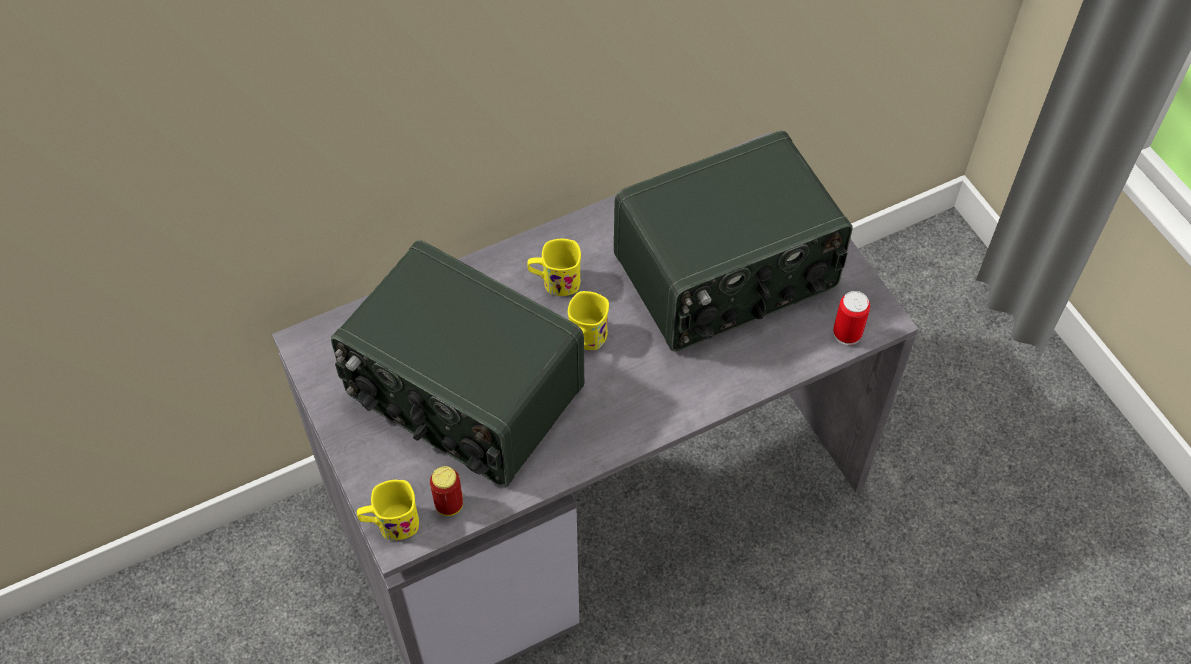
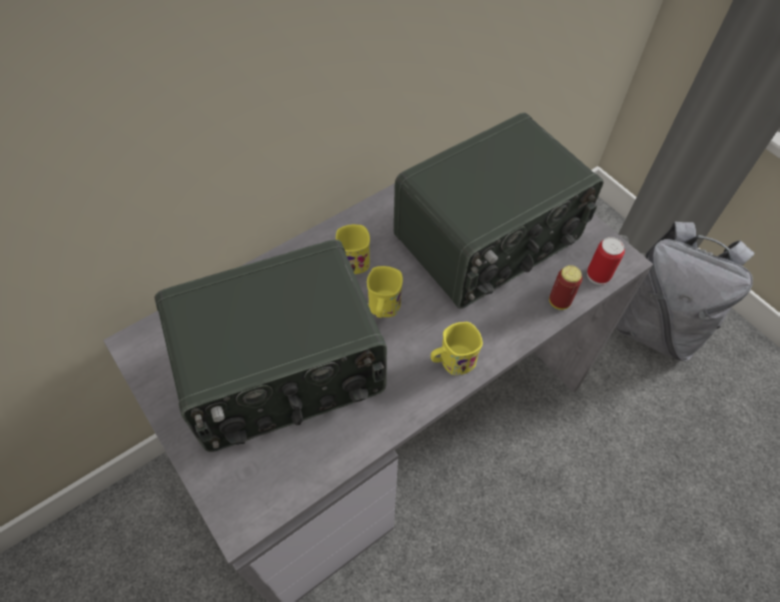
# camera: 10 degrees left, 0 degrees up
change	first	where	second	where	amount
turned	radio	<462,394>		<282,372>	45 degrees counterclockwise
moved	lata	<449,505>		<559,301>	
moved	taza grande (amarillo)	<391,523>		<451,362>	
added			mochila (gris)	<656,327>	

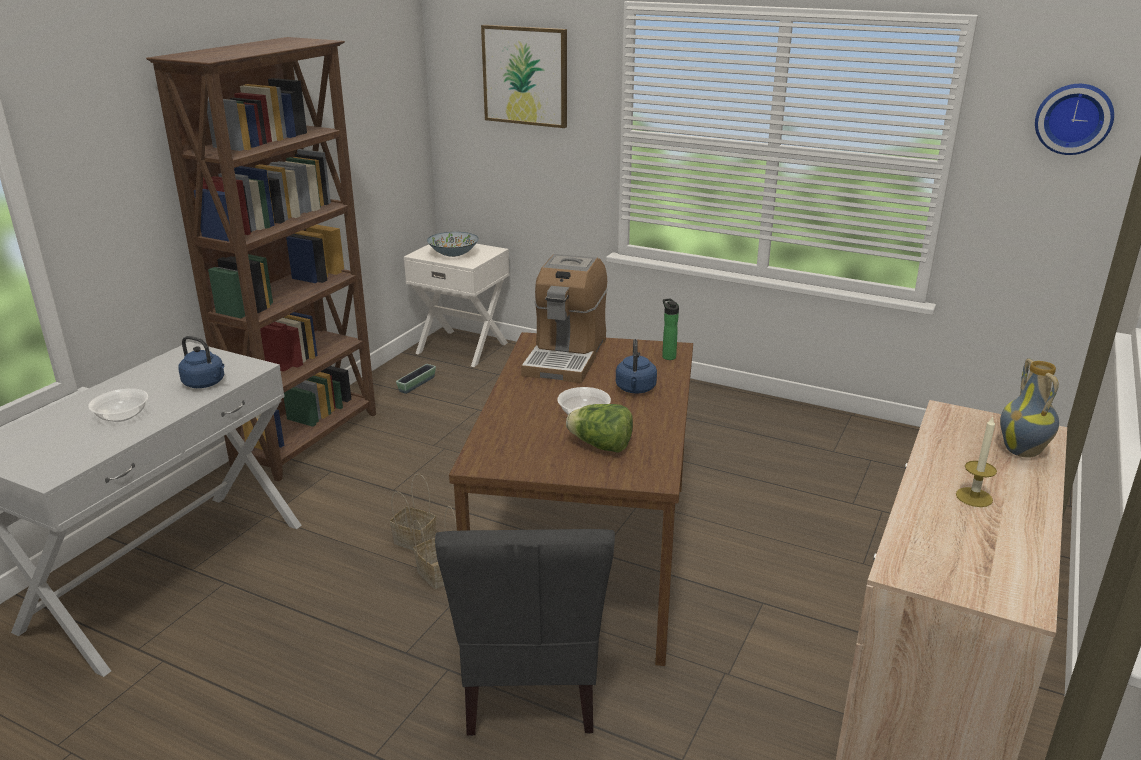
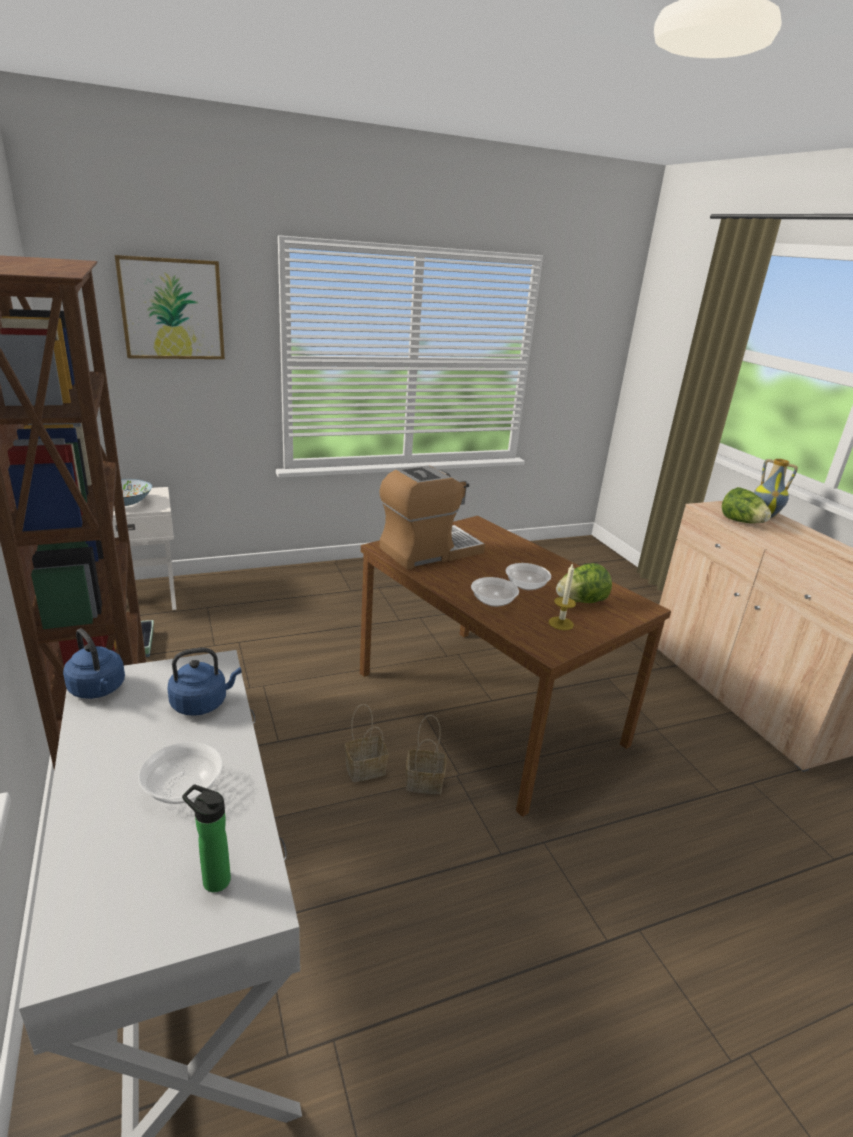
# camera: 50 degrees left, 0 degrees up
change	first	where	second	where	amount
removed	reloj de pared	<1073,118>			
turned	cafetera	<566,356>		<429,551>	90 degrees counterclockwise
moved	botella	<668,356>		<213,879>	
moved	hervidor (azul)	<635,389>		<98,690>	
moved	vela	<974,497>		<561,623>	
removed	silla (gris)	<531,684>			
added			lechuga	<741,522>	
added			cuenco	<493,601>	

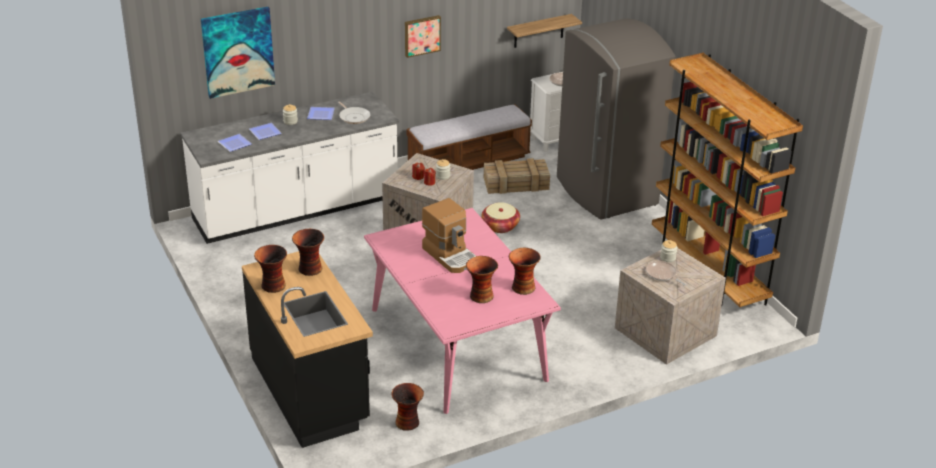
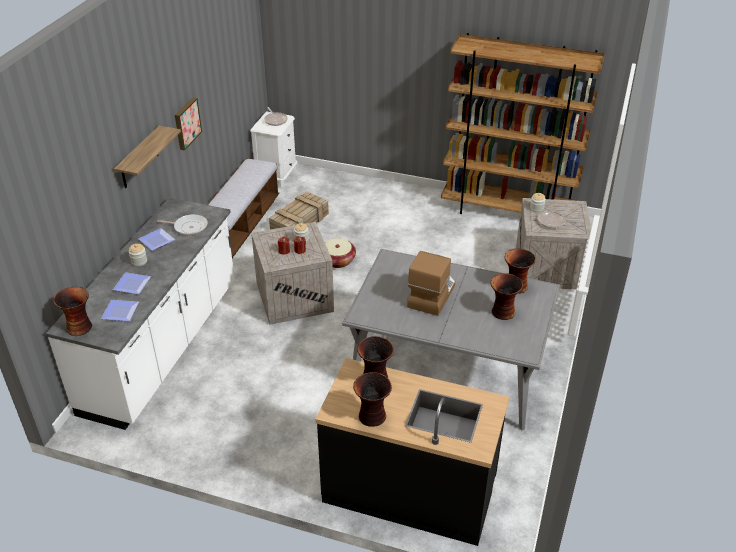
# camera: 45 degrees left, 5 degrees up
change	first	where	second	where	amount
removed	cuadro	<238,52>			
moved	estante	<539,31>		<139,158>	
removed	nevera (gris)	<605,192>			
turned	cafetera	<451,255>		<431,295>	75 degrees counterclockwise
recoloured	mesa de comedor (rosa)	<456,344>	mesa de comedor (gris)	<447,370>	
moved	florero	<408,422>		<79,327>	

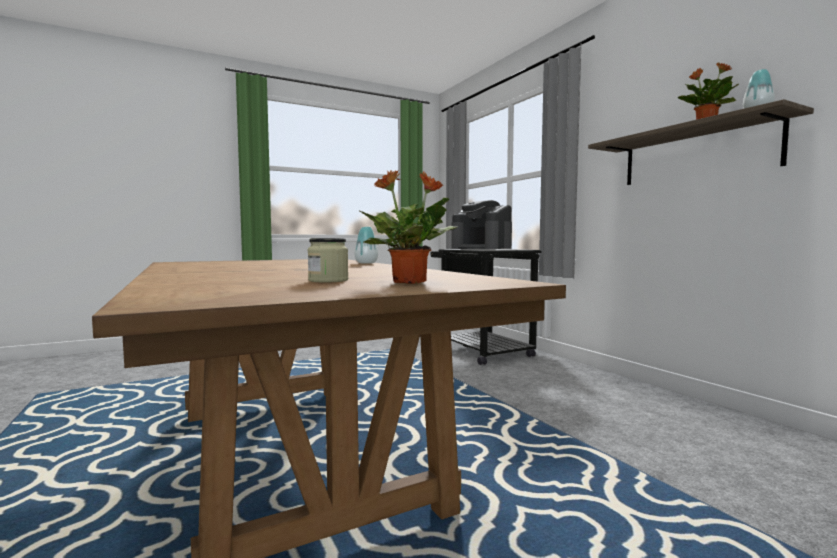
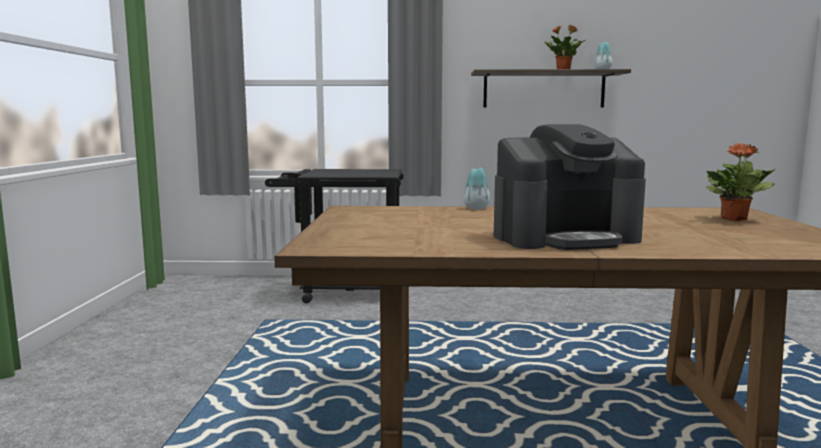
# camera: 60 degrees left, 5 degrees up
change	first	where	second	where	amount
moved	cafetera	<481,248>		<565,237>	
removed	tarro	<328,280>			

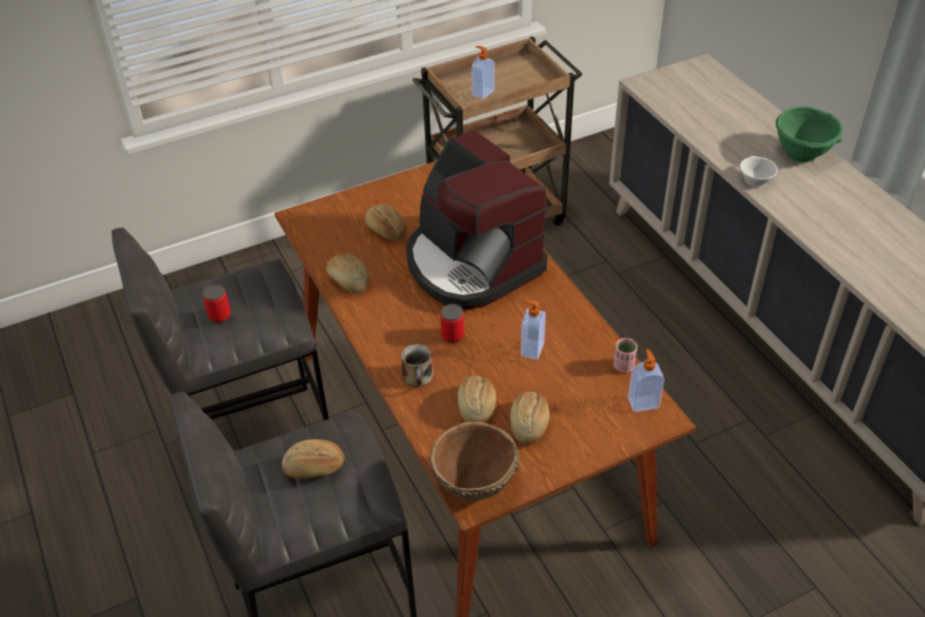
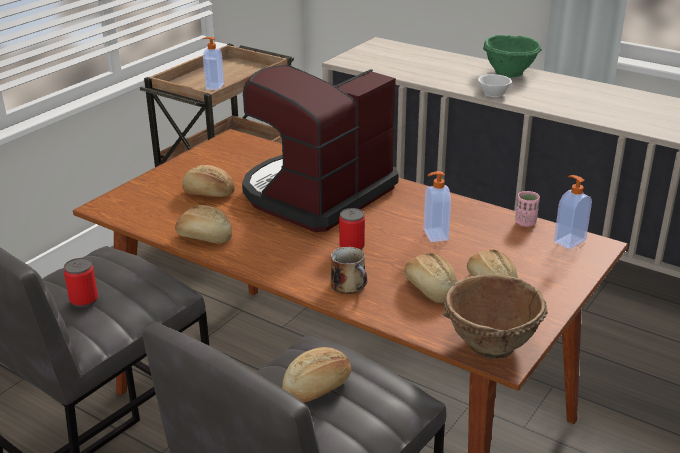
# camera: 30 degrees left, 15 degrees down
change	first	where	second	where	amount
turned	cafetera	<471,264>		<317,194>	105 degrees clockwise

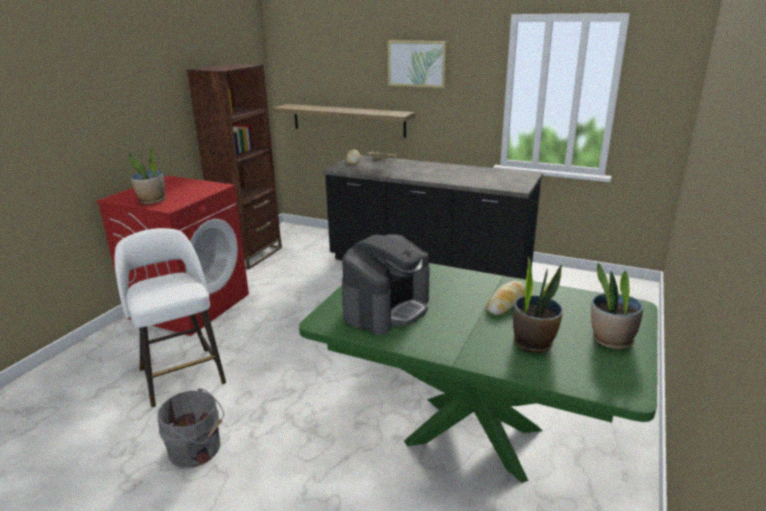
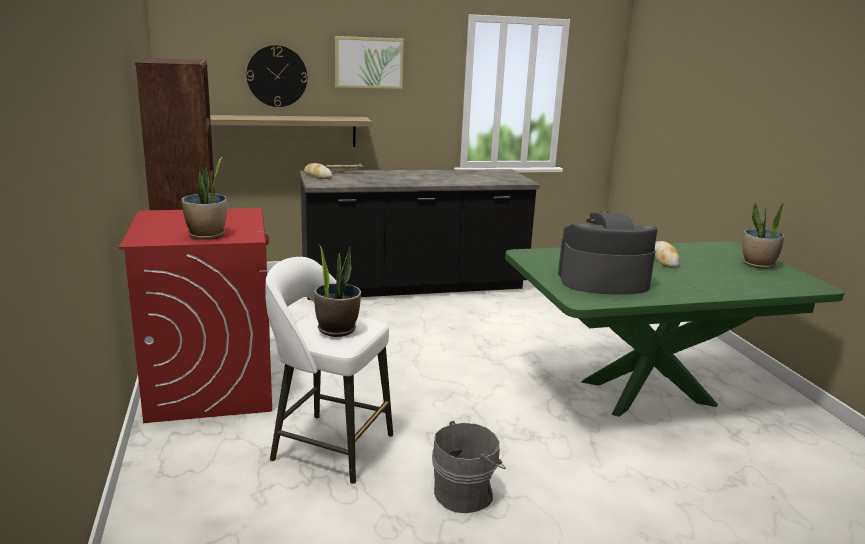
# camera: 40 degrees left, 5 degrees down
change	first	where	second	where	amount
turned	cafetera	<387,308>		<602,281>	90 degrees counterclockwise
moved	planta en maceta	<533,343>		<337,329>	
added			reloj de pared	<277,76>	

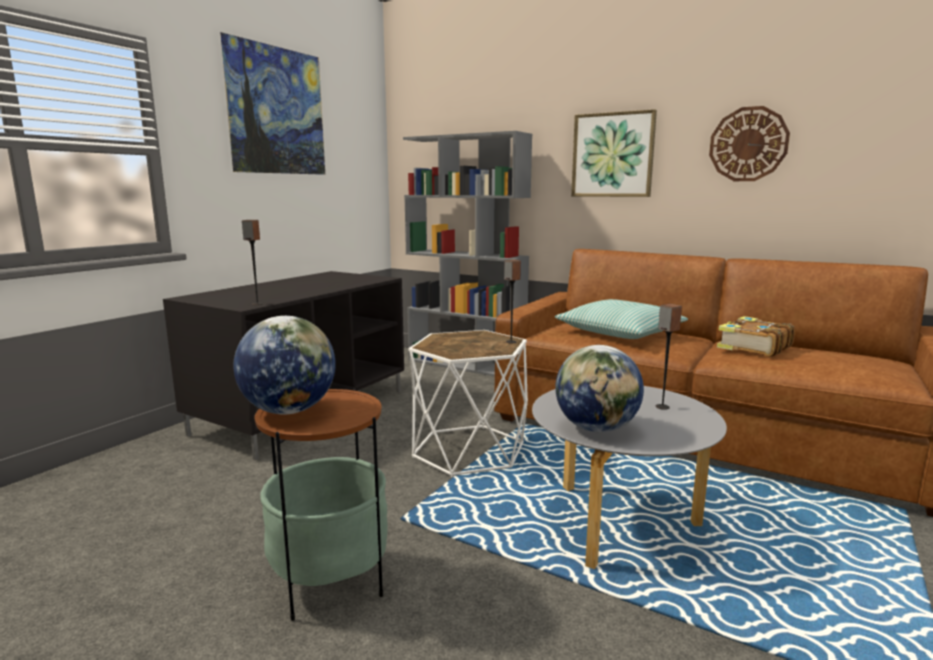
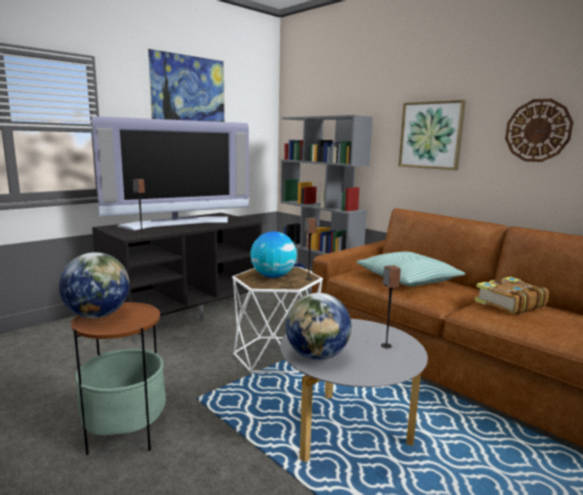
# camera: 15 degrees right, 0 degrees up
change	first	where	second	where	amount
added			televisor	<178,223>	
added			globo terráqueo	<273,276>	

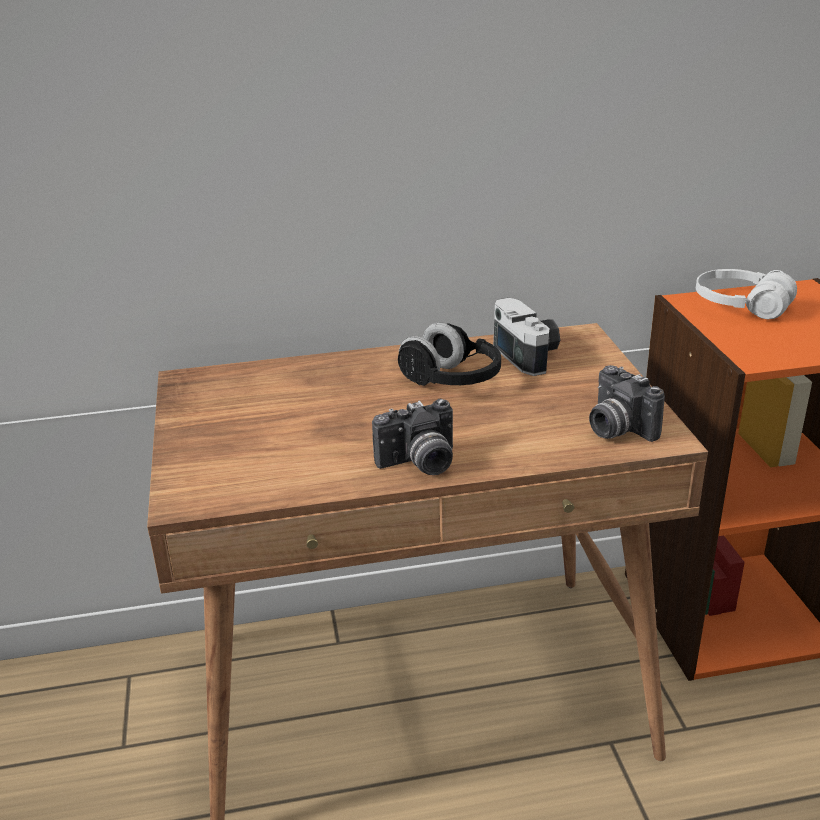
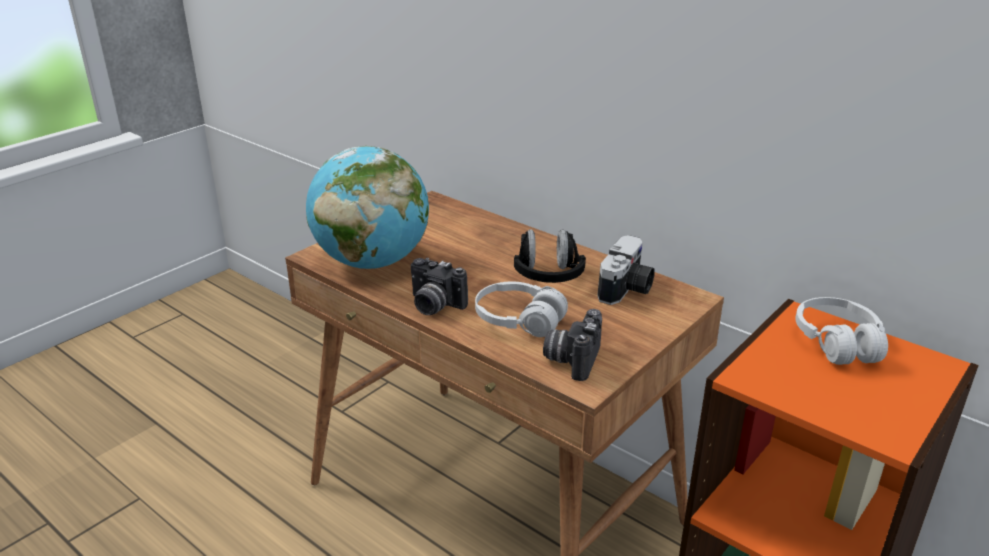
# camera: 50 degrees right, 0 degrees up
change	first	where	second	where	amount
added			globo terráqueo	<372,262>	
added			auriculares (blanco)	<519,321>	

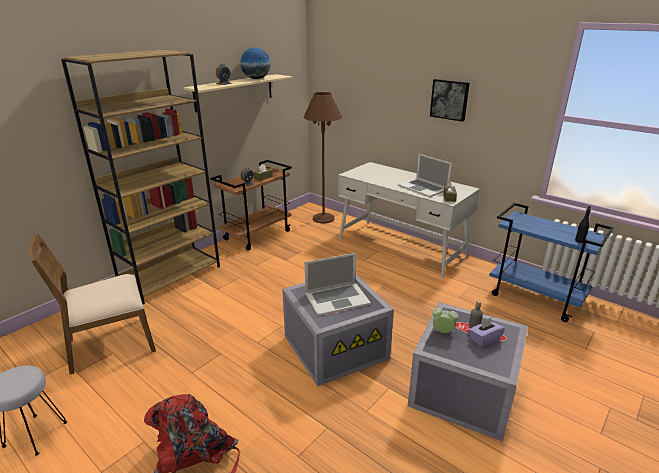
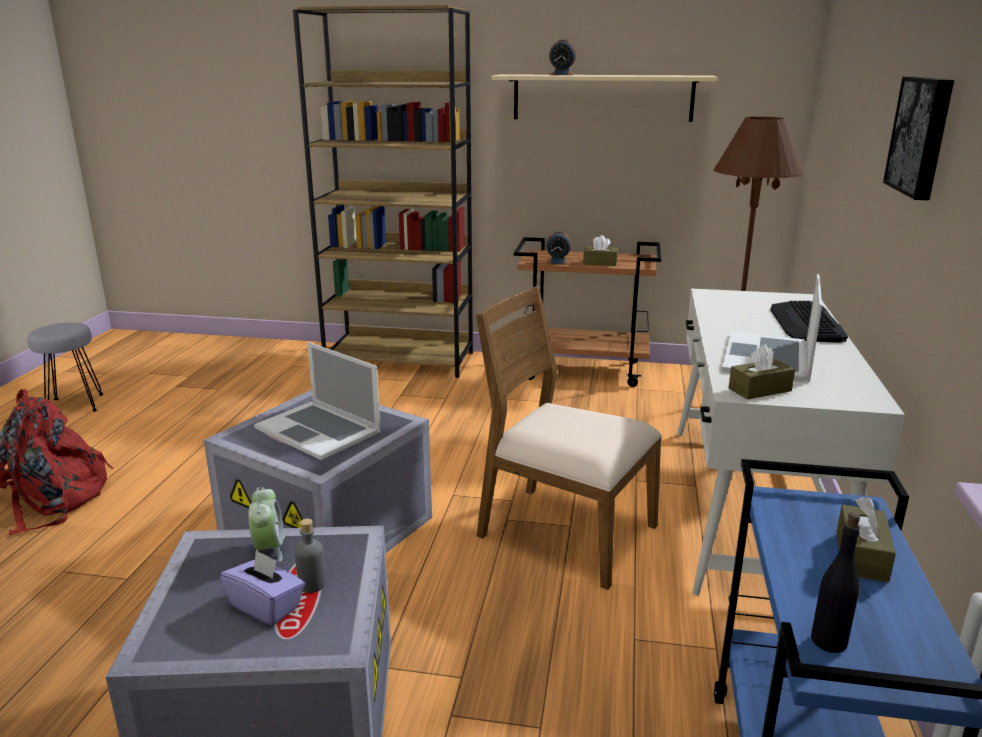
# camera: 60 degrees right, 5 degrees down
change	first	where	second	where	amount
removed	globo terráqueo	<256,79>			
moved	silla (marrón)	<110,344>		<565,532>	
added			teclado	<806,323>	
added			caja de pañuelos (marrón)	<861,556>	

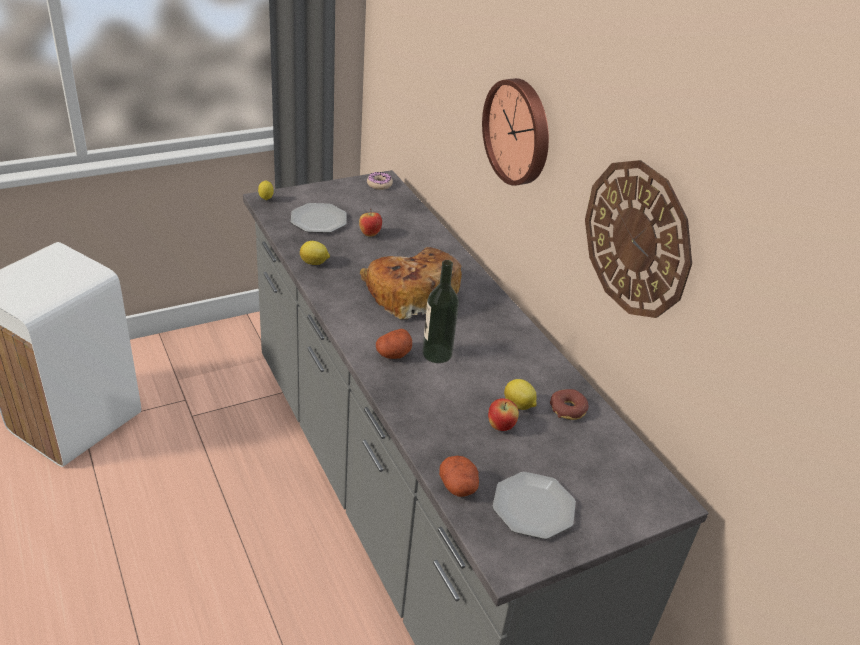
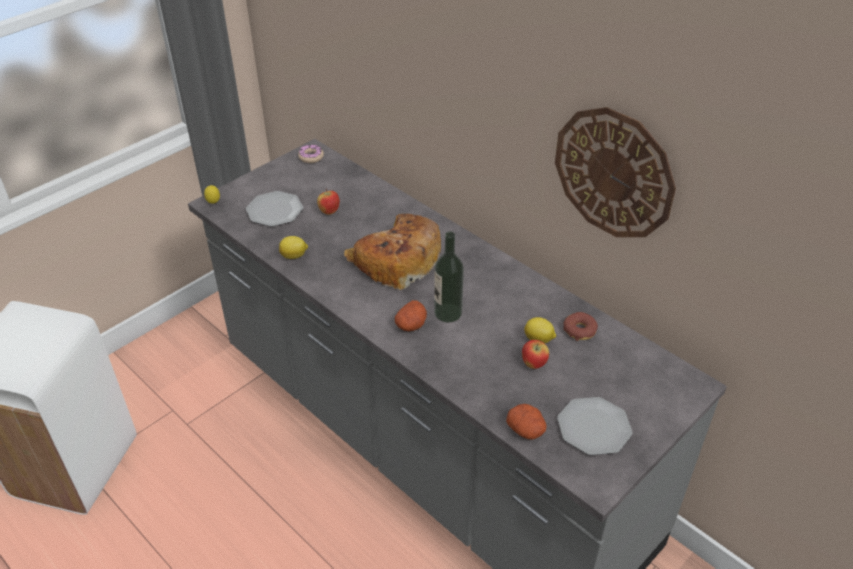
# camera: 15 degrees left, 5 degrees up
change	first	where	second	where	amount
removed	reloj de pared	<519,131>			

